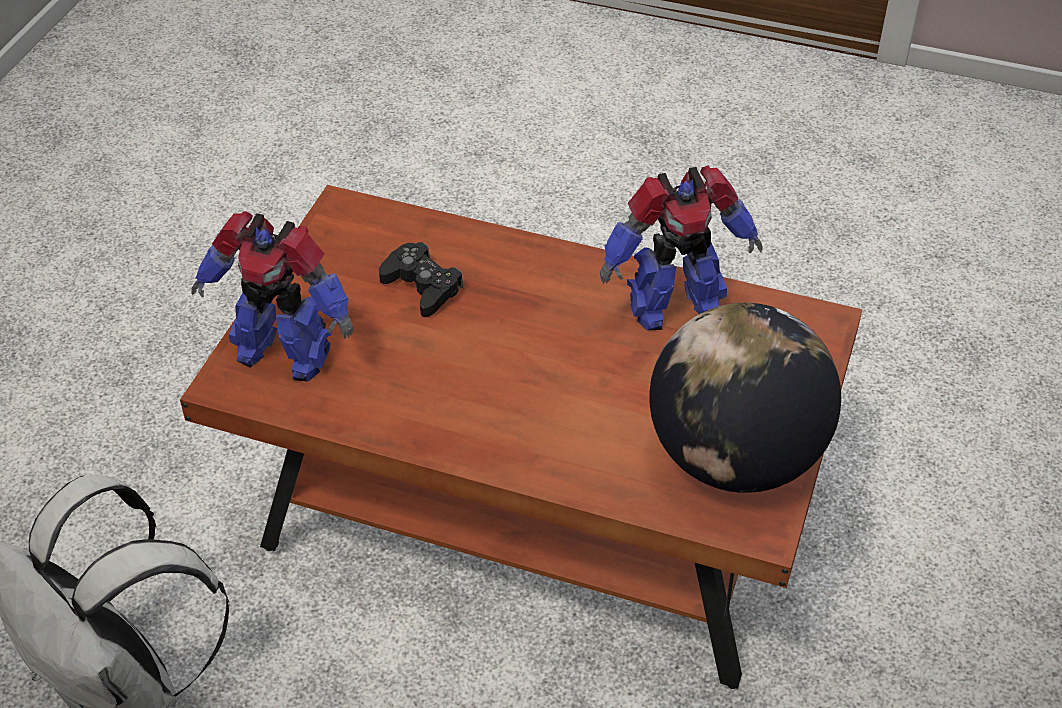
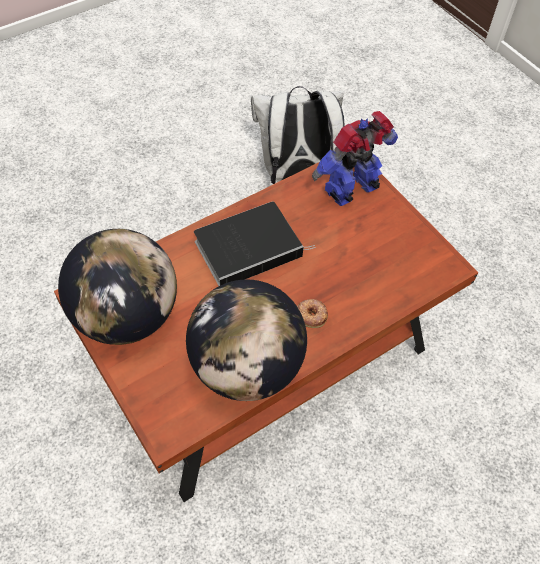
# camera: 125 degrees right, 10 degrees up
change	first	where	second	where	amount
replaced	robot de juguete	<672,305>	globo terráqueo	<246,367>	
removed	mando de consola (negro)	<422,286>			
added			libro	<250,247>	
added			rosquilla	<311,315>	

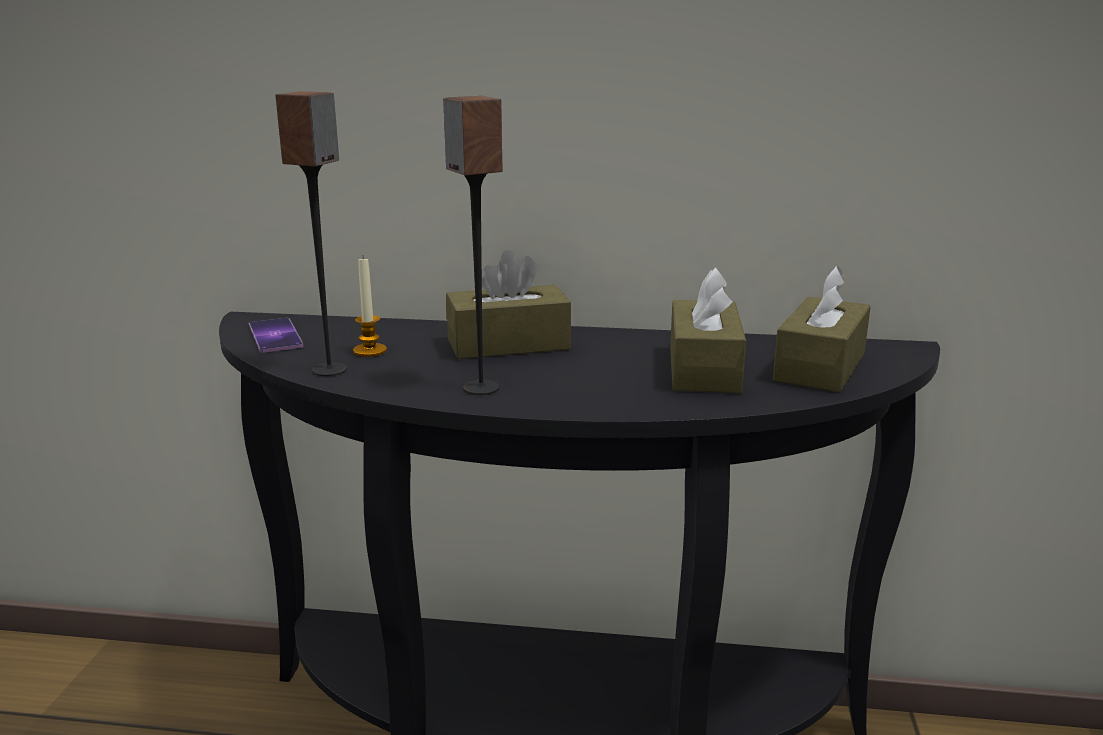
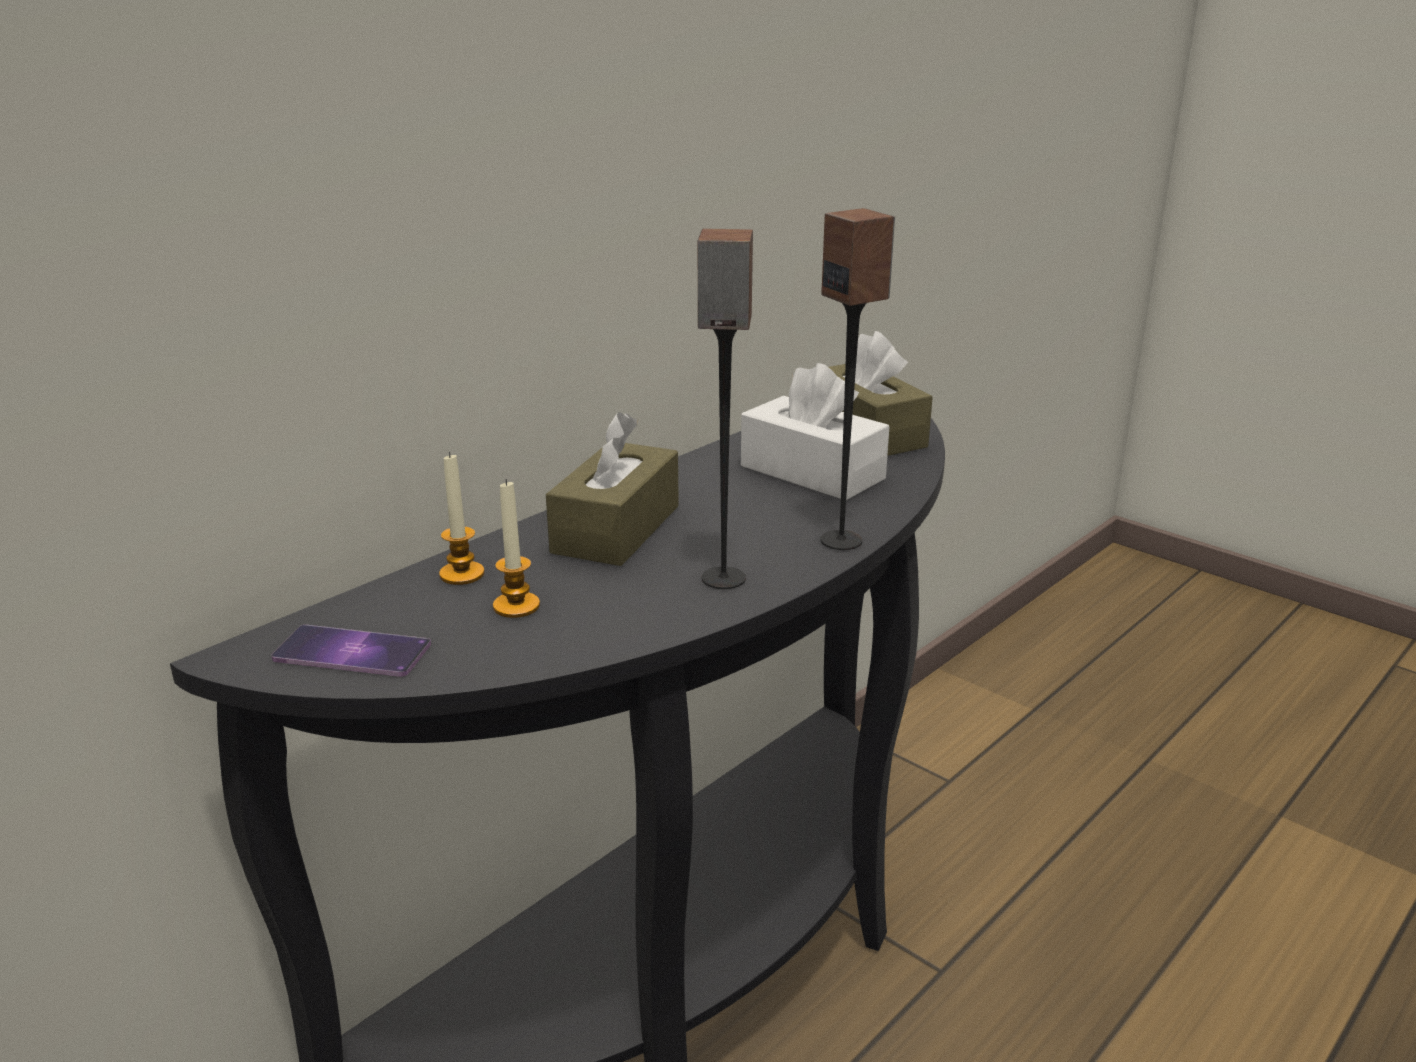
# camera: 55 degrees left, 5 degrees up
change	first	where	second	where	amount
moved	altavoz	<330,370>		<842,540>	
recoloured	caja de pañuelos (marrón)	<703,369>	caja de pañuelos (blanco)	<812,472>	
added			vela	<462,574>	

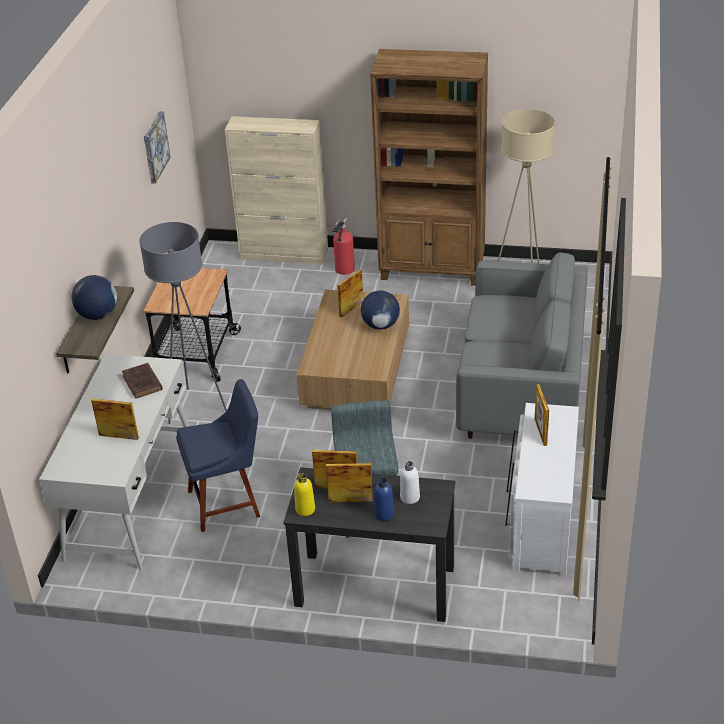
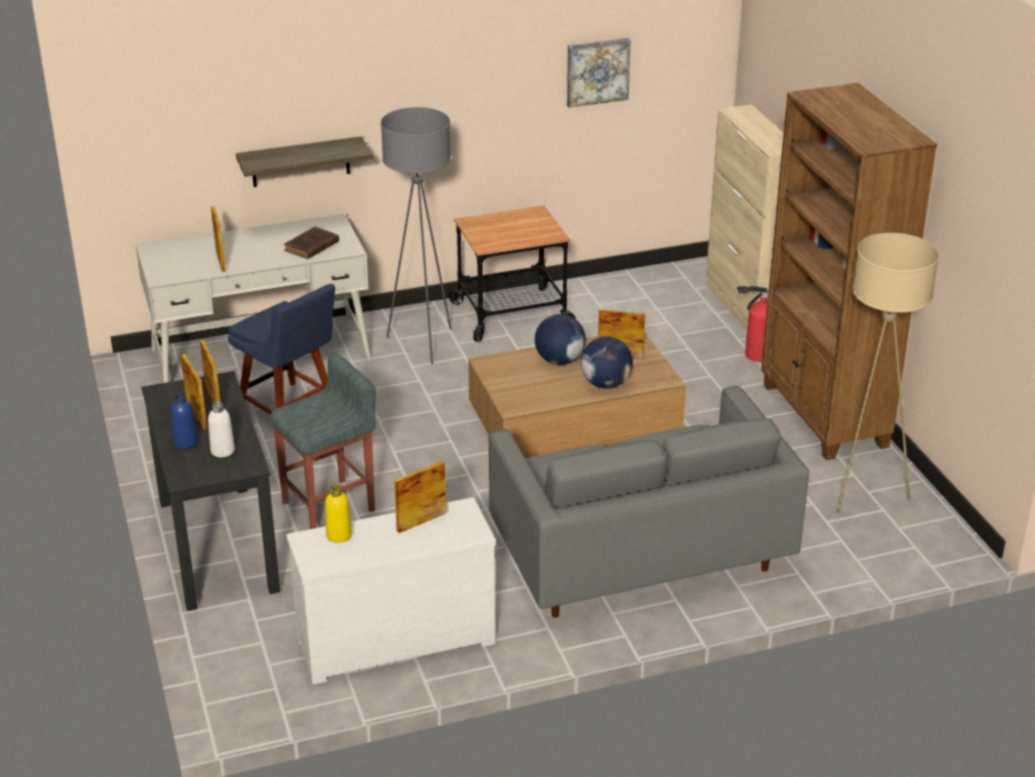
# camera: 60 degrees right, 5 degrees down
change	first	where	second	where	amount
moved	globo terráqueo	<97,315>		<559,361>	
moved	botella (amarillo)	<305,509>		<339,535>	

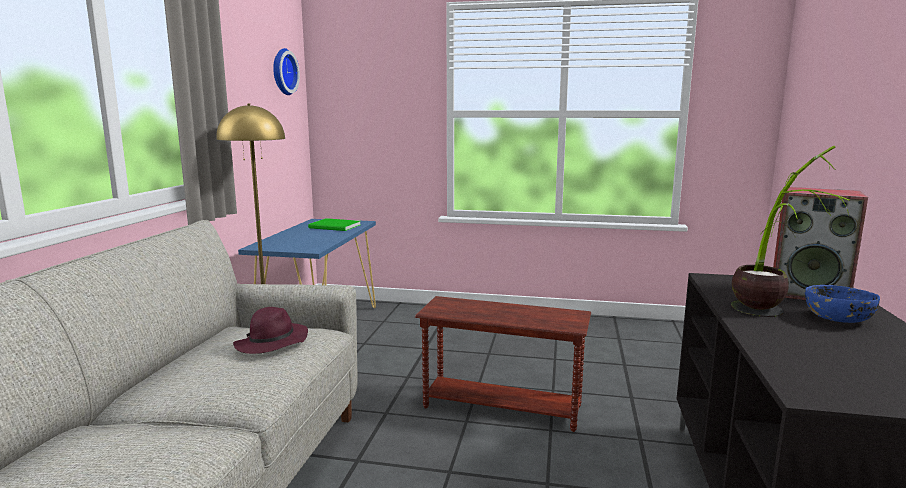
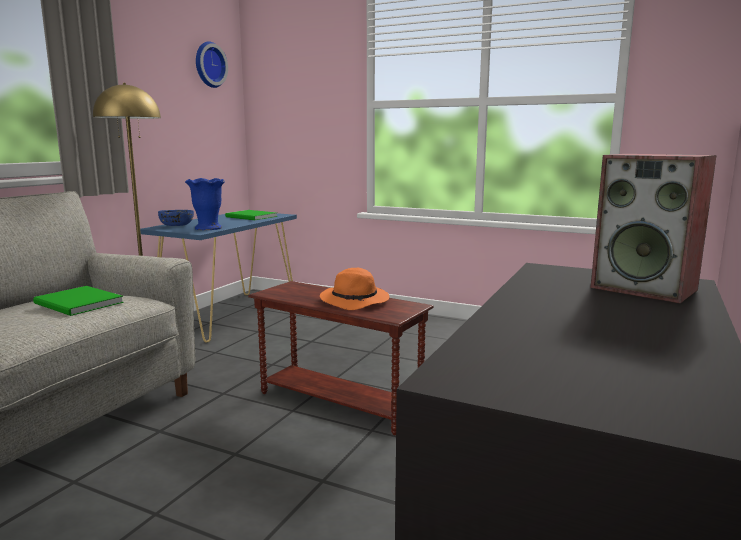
# camera: 15 degrees right, 0 degrees up
change	first	where	second	where	amount
removed	planta en maceta	<768,318>			
moved	cuenco (azul)	<837,318>		<177,225>	
replaced	sombrero (morado)	<272,344>	libro (verde)	<78,304>	
added			florero (azul)	<208,228>	
added			sombrero (naranja)	<356,301>	

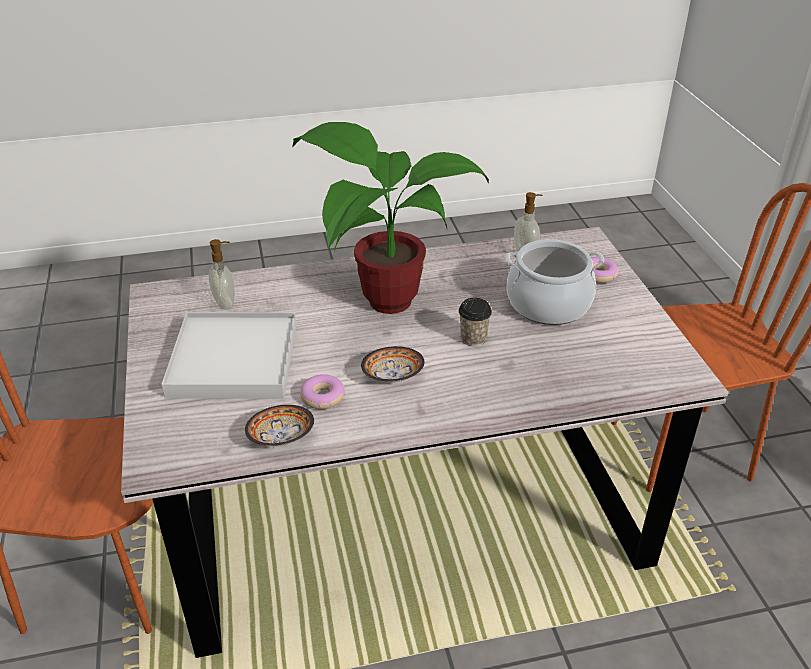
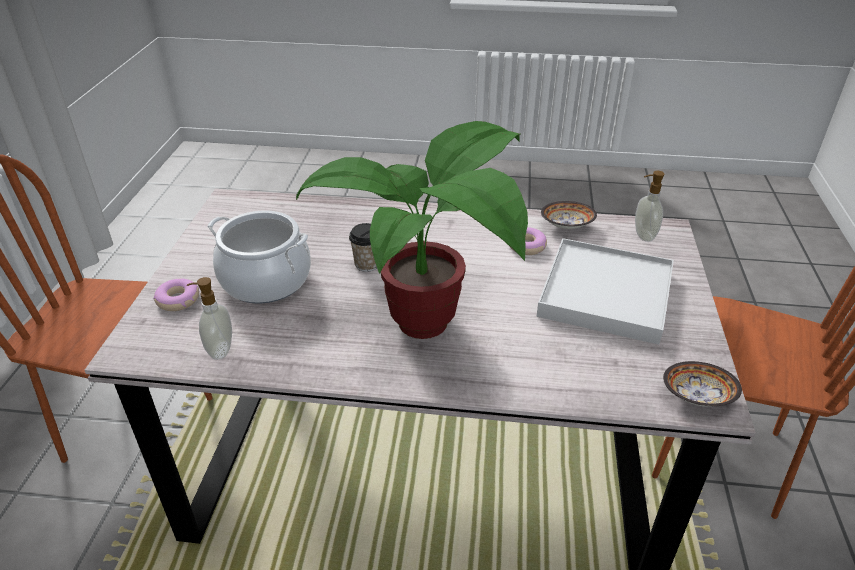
# camera: 160 degrees left, 0 degrees up
change	first	where	second	where	amount
moved	dispensador de jabón	<226,303>		<643,235>	
moved	cuenco	<391,376>		<698,398>	

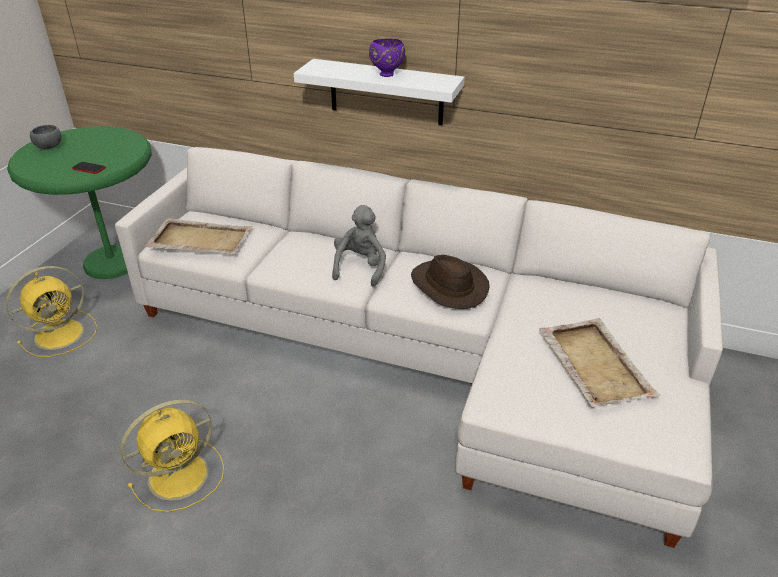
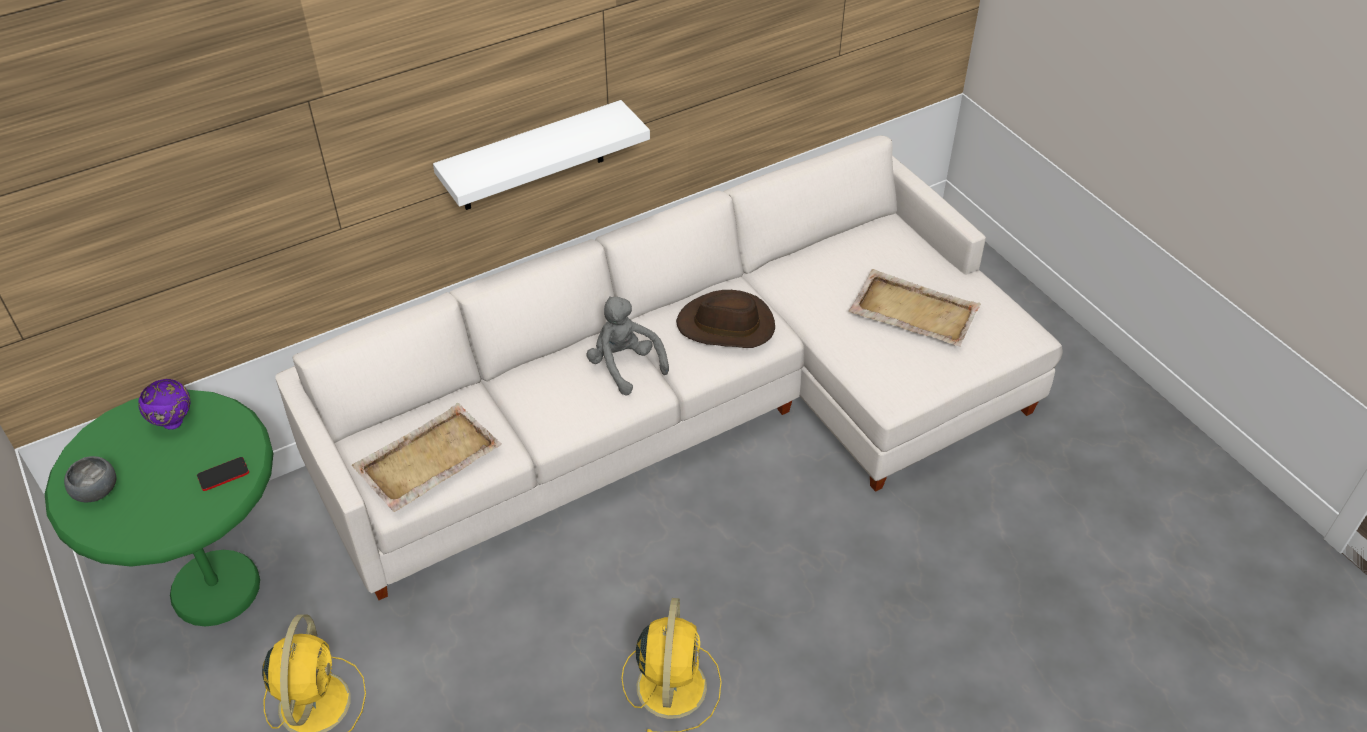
# camera: 50 degrees left, 10 degrees up
change	first	where	second	where	amount
moved	cuenco (morado)	<387,74>		<173,421>	

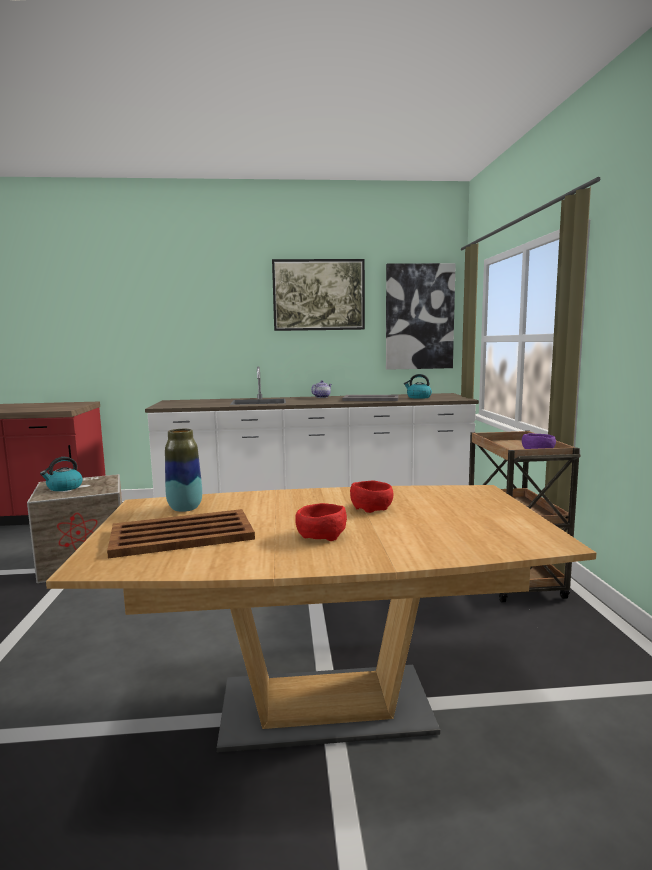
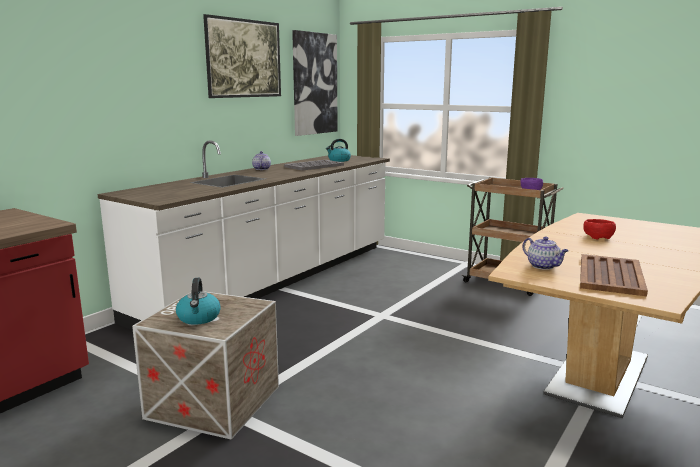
# camera: 50 degrees left, 5 degrees up
change	first	where	second	where	amount
replaced	florero	<185,508>	tetera	<544,266>	
removed	cuenco (rojo)	<320,536>			

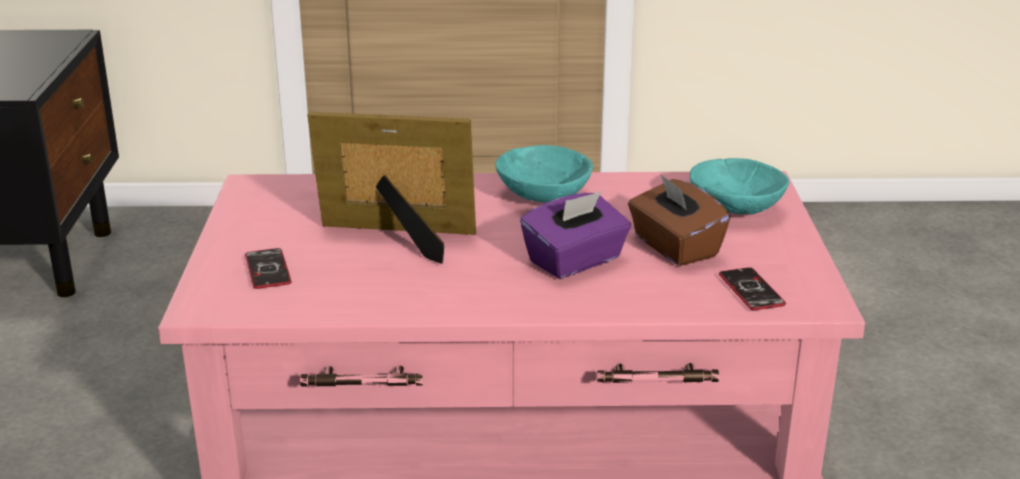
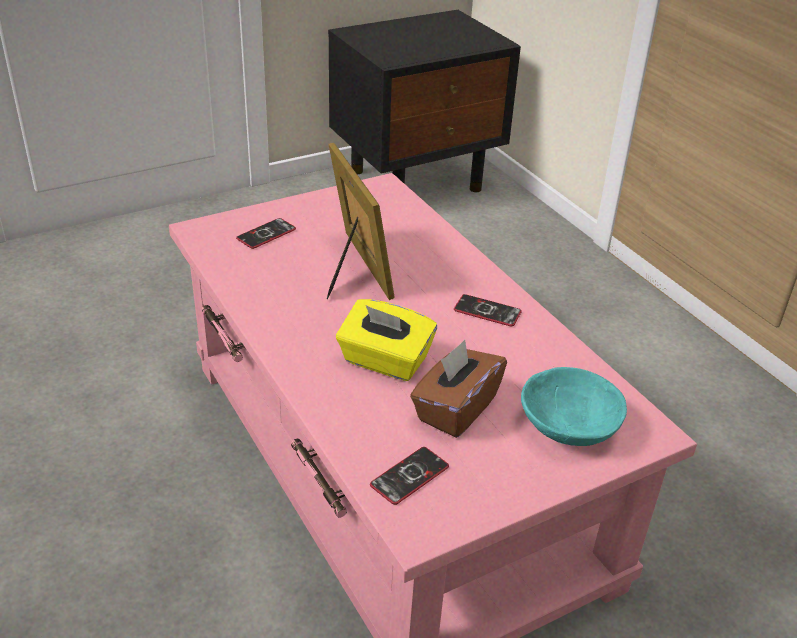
# camera: 60 degrees right, 10 degrees up
change	first	where	second	where	amount
replaced	cuenco (turquesa)	<542,196>	móvil	<487,311>	
recoloured	caja de pañuelos (morado)	<575,261>	caja de pañuelos (amarillo)	<384,361>	

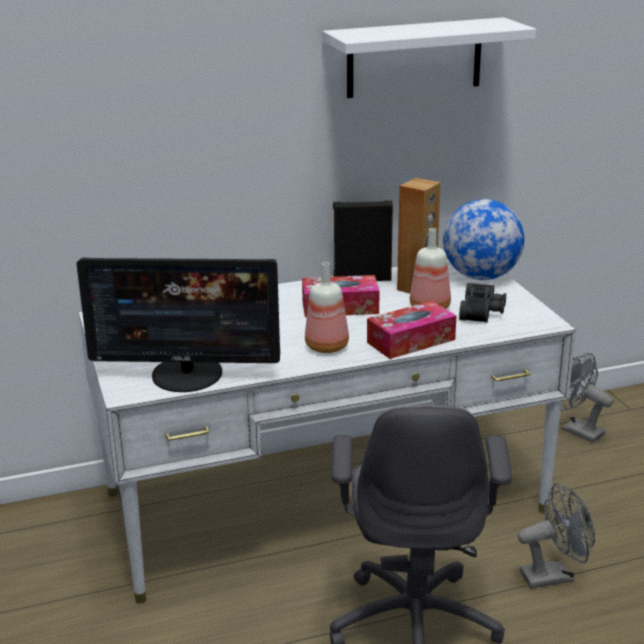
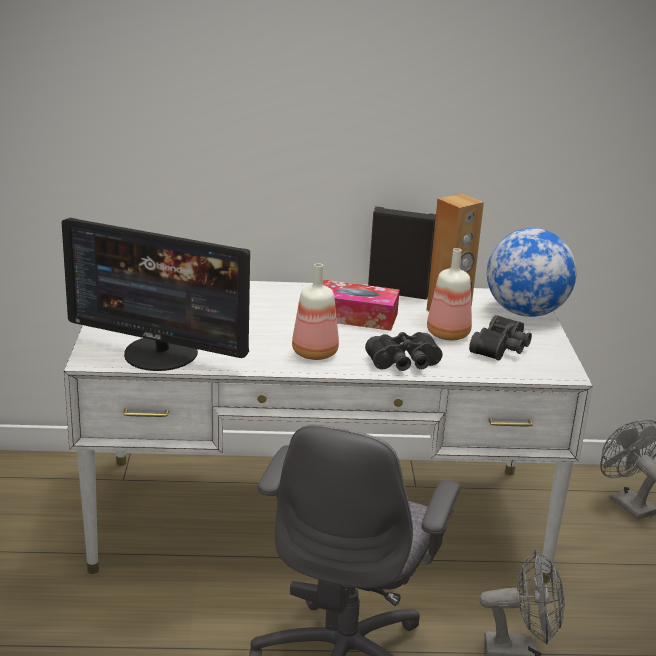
# camera: 15 degrees right, 0 degrees up
change	first	where	second	where	amount
removed	estante (blanco)	<414,58>			
replaced	caja de pañuelos	<411,341>	prismáticos (negro)	<405,364>	

